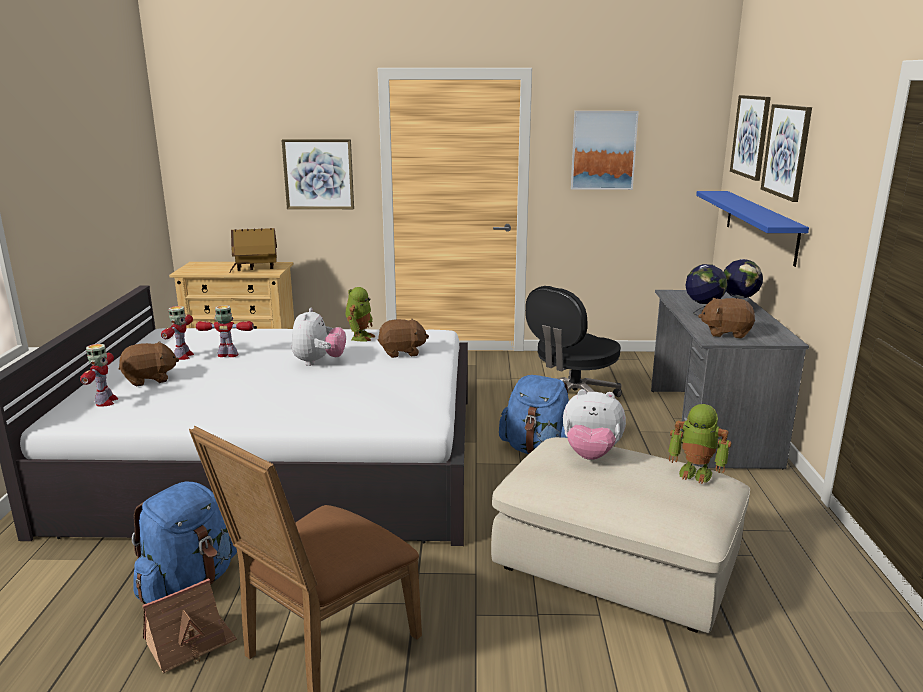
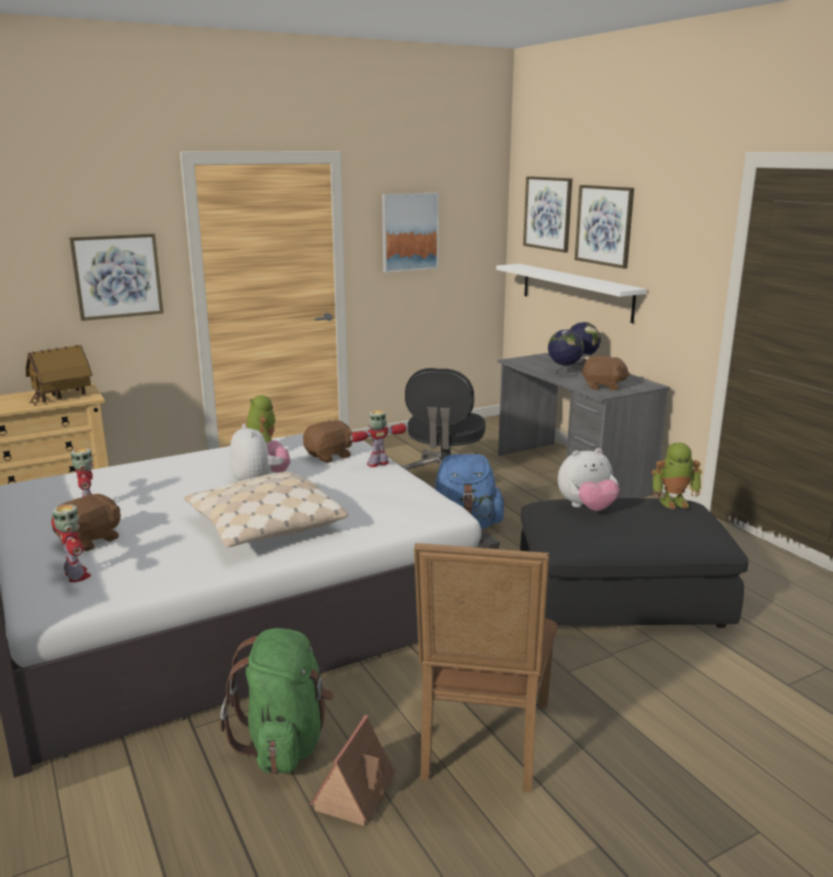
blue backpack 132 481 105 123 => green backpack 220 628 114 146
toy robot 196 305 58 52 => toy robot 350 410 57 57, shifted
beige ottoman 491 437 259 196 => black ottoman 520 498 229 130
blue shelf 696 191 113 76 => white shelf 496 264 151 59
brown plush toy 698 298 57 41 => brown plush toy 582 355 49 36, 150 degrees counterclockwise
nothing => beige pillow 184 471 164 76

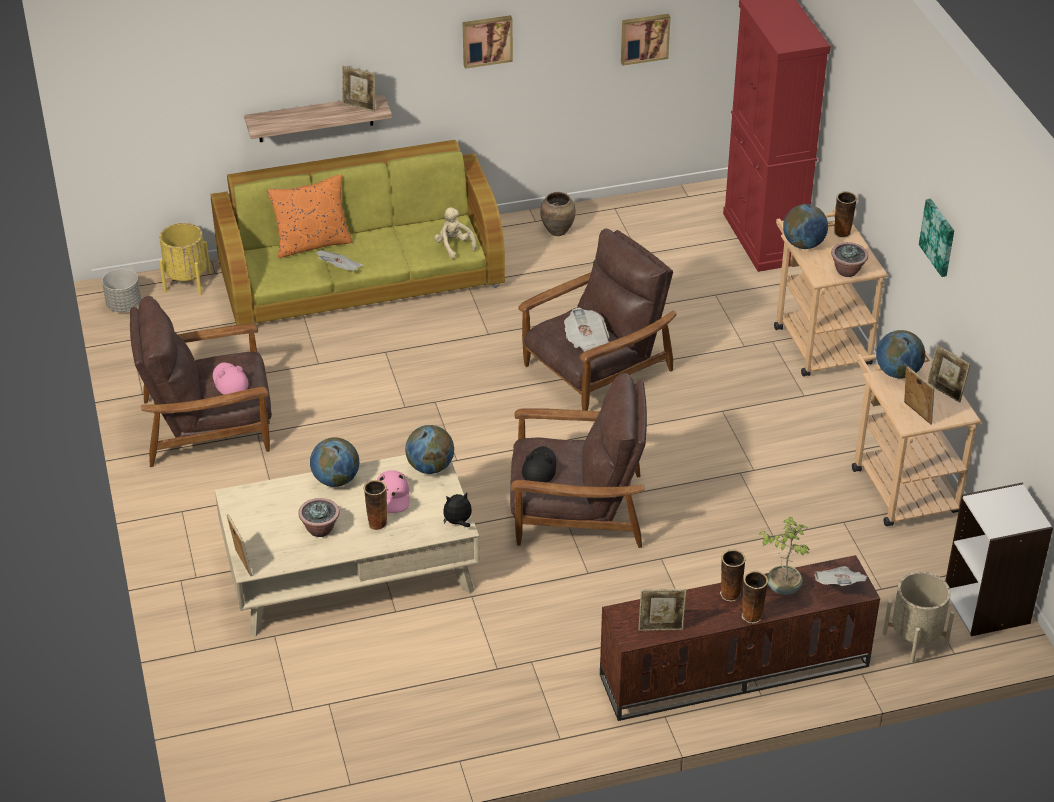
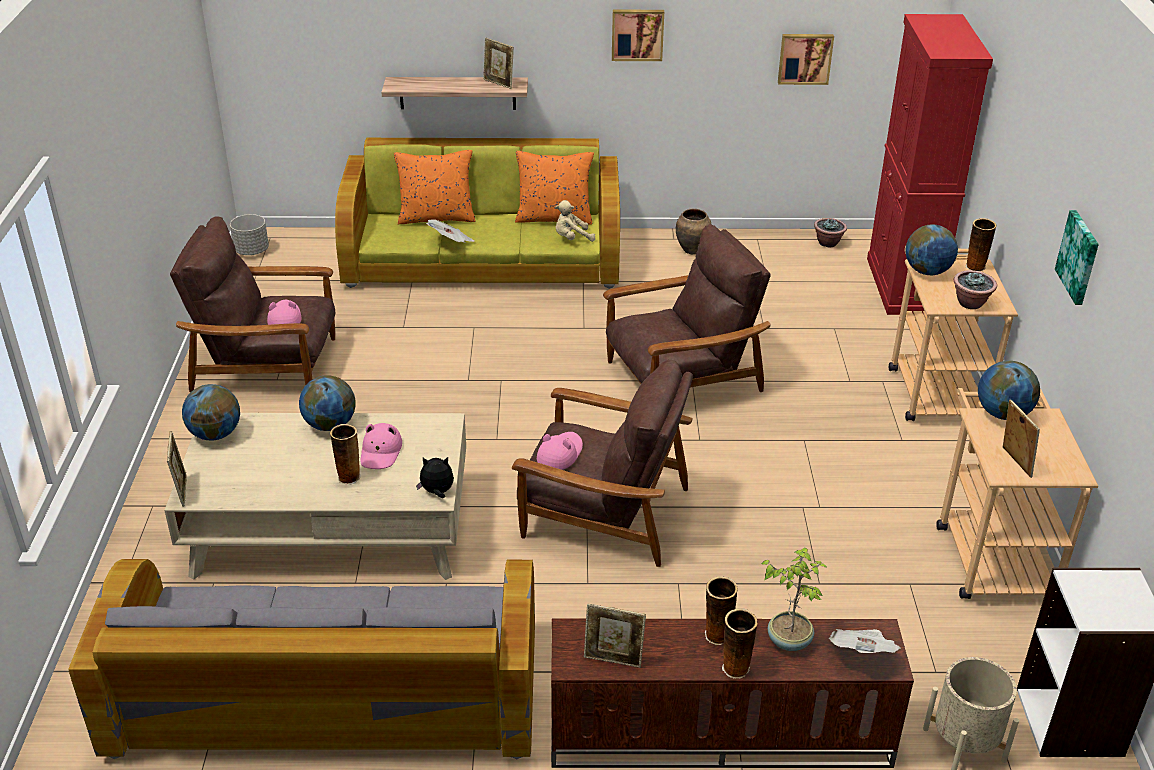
yellow planter 159 223 52 72 => nothing
potted plant 298 498 42 39 => potted plant 814 218 33 30, shifted
globe 405 425 49 49 => globe 182 384 58 56, shifted
beige plush toy 434 207 43 52 => beige plush toy 555 200 40 42, 90 degrees counterclockwise
black hat 522 446 34 37 => pink hat 537 432 46 38
newspaper 564 307 45 45 => nothing
picture frame 927 345 44 58 => nothing
nothing => grey sofa 68 559 467 201
nothing => orange pillow 515 151 79 74

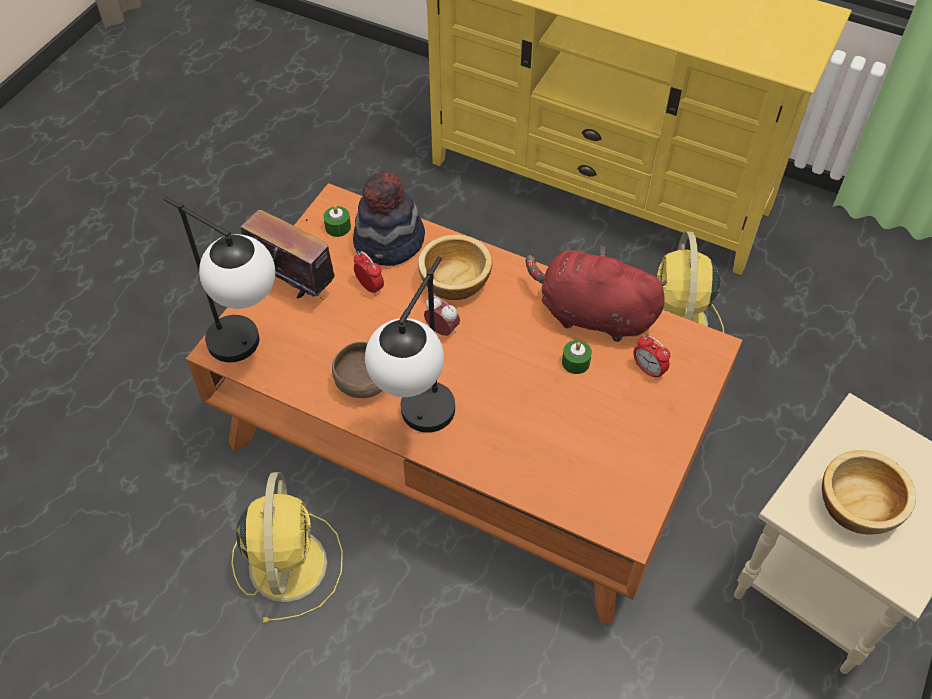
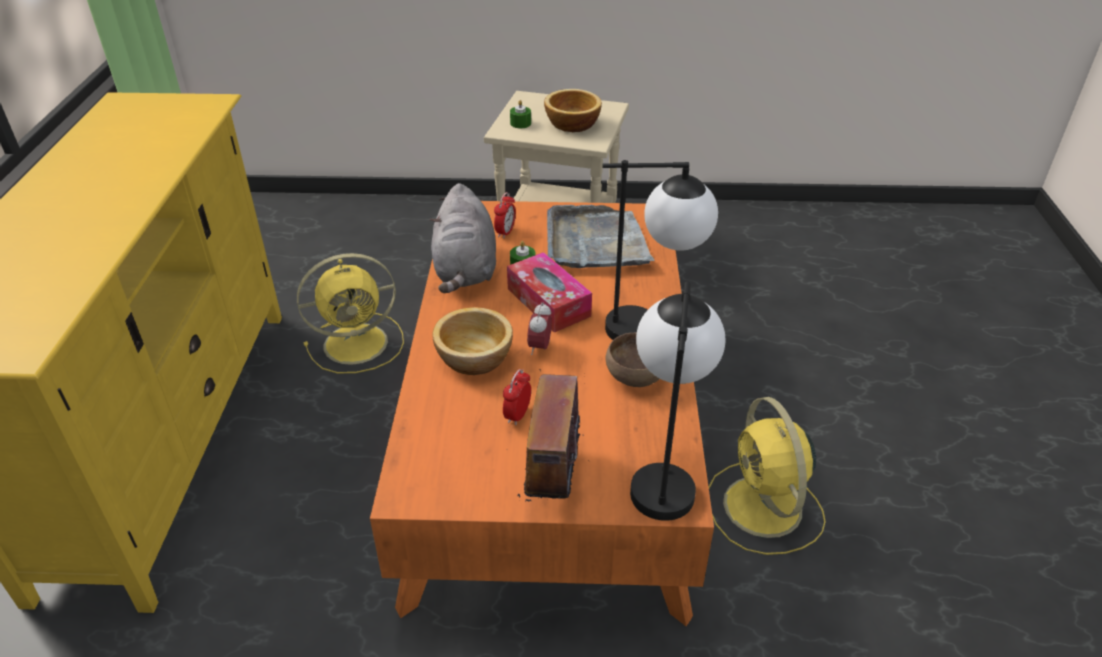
yellow fan 231 472 112 151 => yellow fan 709 397 117 158, 75 degrees counterclockwise
green candle 324 206 27 31 => green candle 510 100 21 28, shifted
hat 353 171 72 95 => nothing
red plush toy 526 245 141 97 => grey plush toy 430 183 66 110
nothing => tissue box 507 252 85 81
nothing => grey tray 547 205 107 63

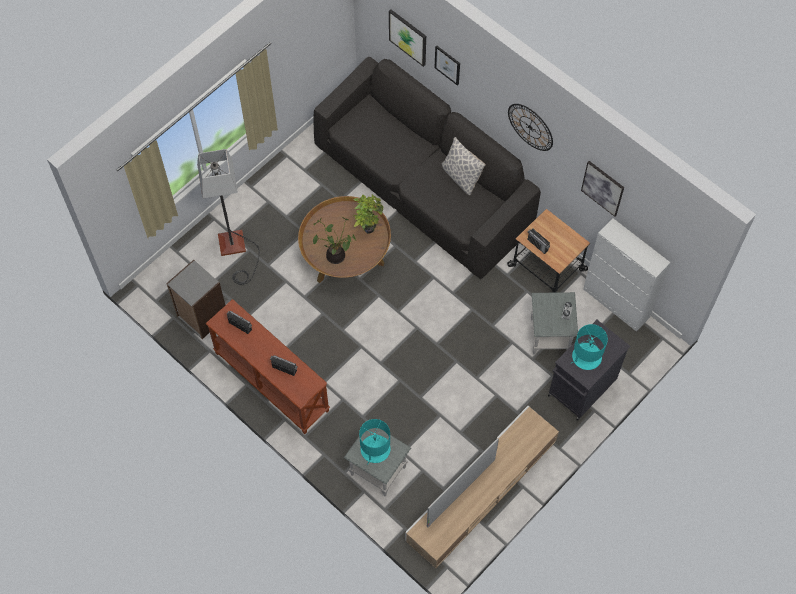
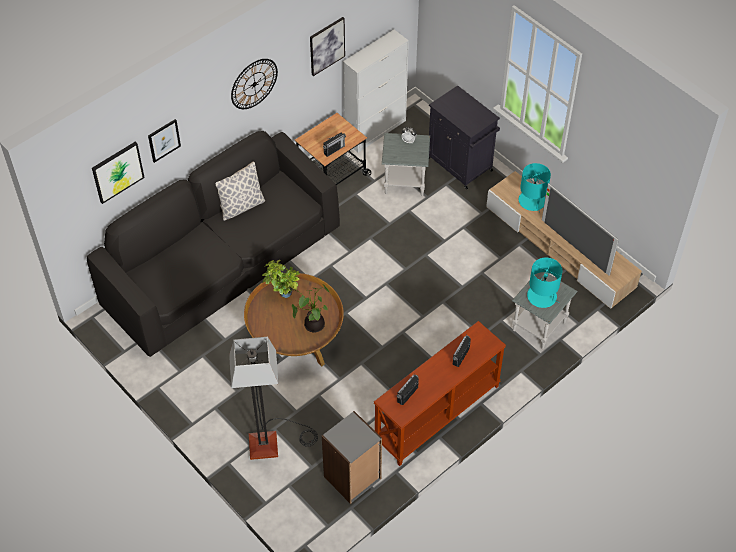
turquoise table lamp 572 324 36 46 => turquoise table lamp 519 163 32 49, shifted

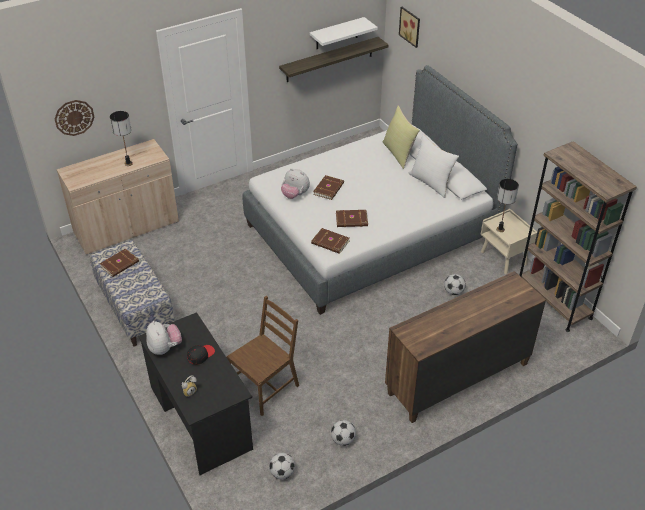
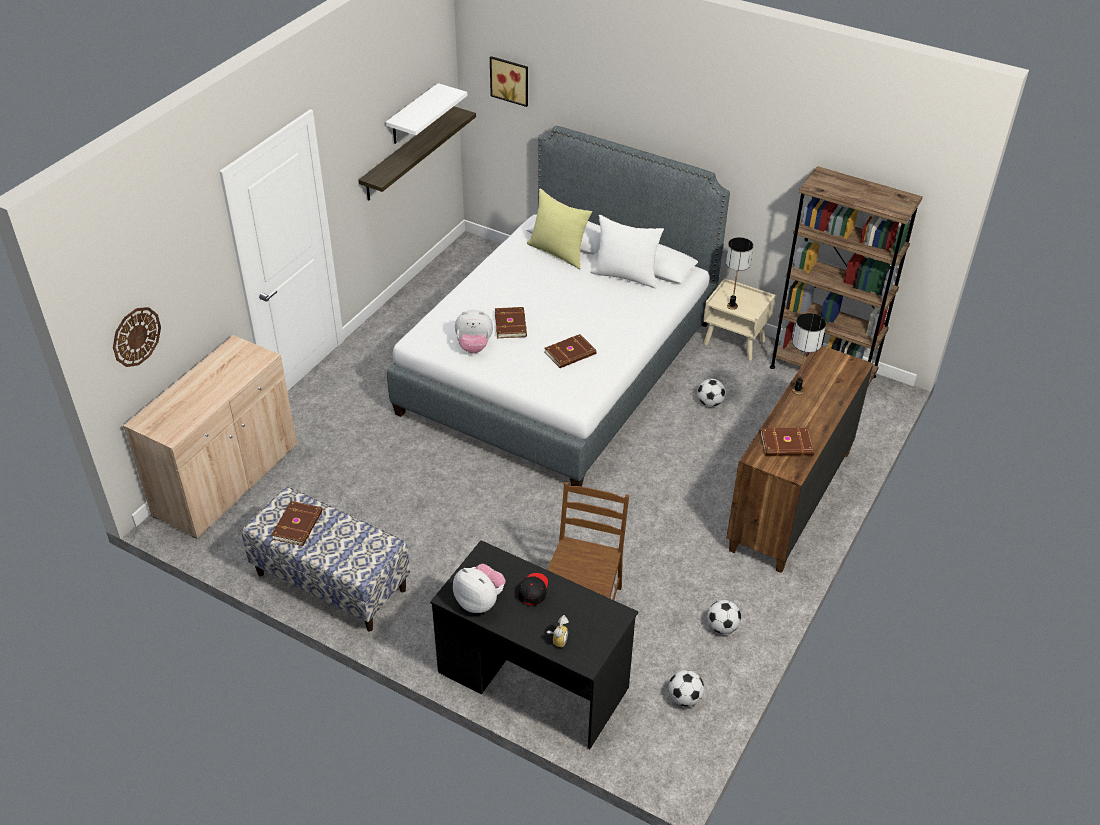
table lamp 110 111 23 55 => table lamp 792 313 34 82, shifted
brown book 311 228 39 26 => brown book 760 428 54 28, shifted

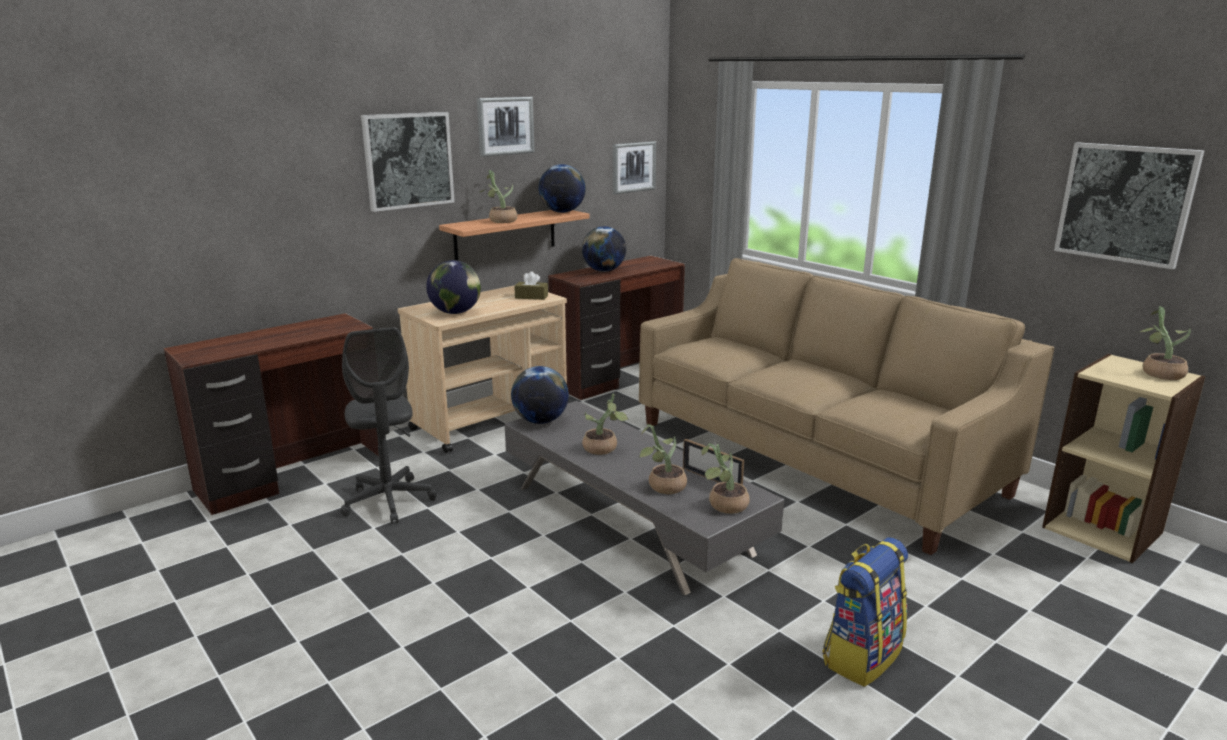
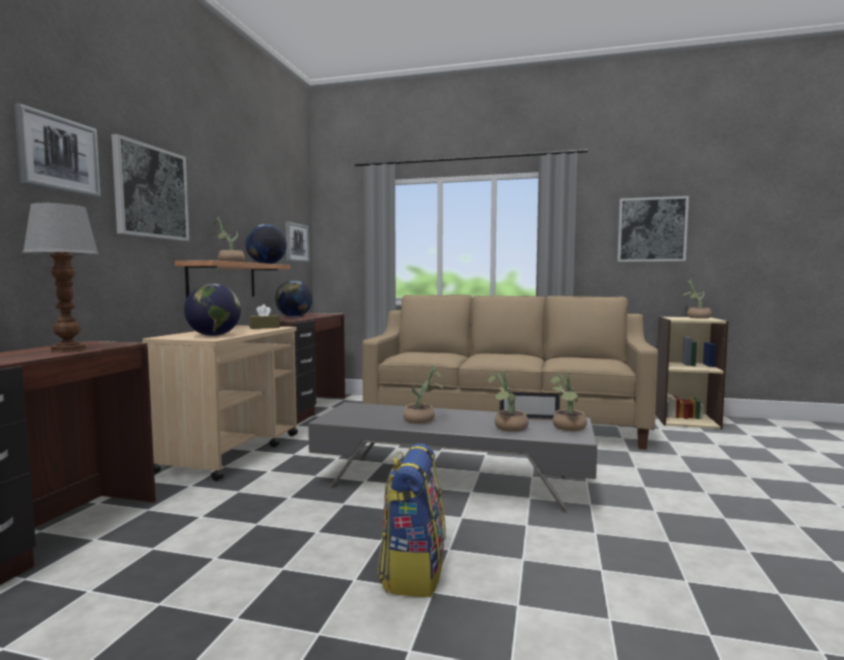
grey office chair 340 327 97 197 => nothing
picture 477 97 58 60 => picture 14 103 87 94, shifted
globe 511 366 58 58 => nothing
backpack 823 537 85 150 => backpack 378 443 68 154, shifted
nothing => table lamp 22 203 77 149

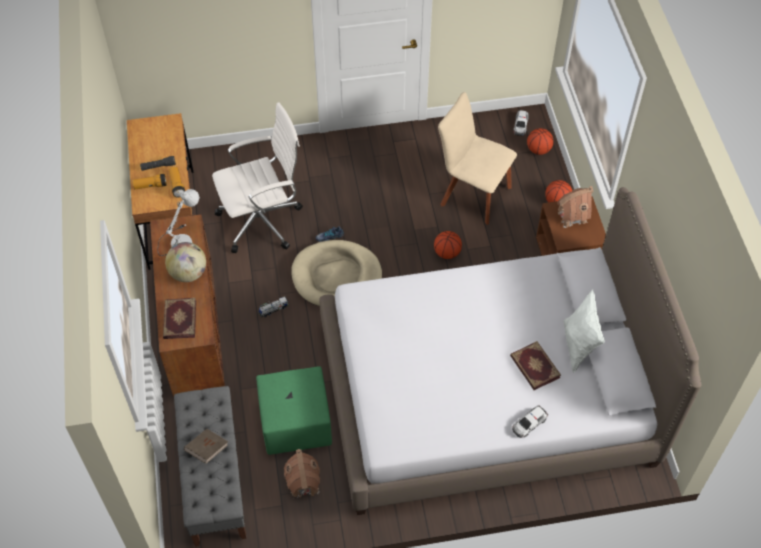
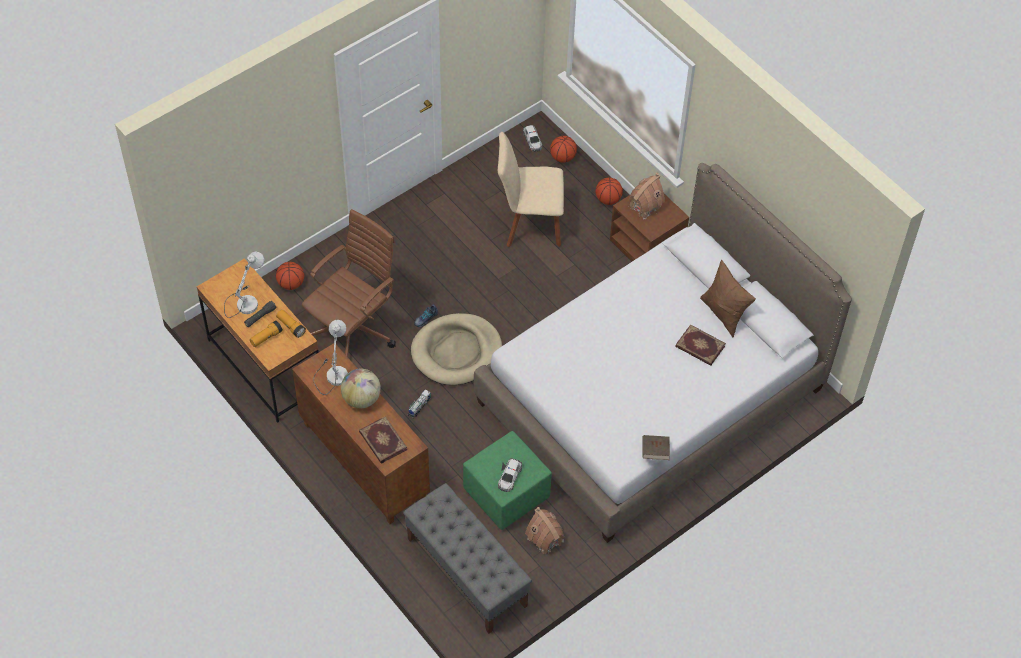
brown book 184 429 44 35 => brown book 642 435 28 25, shifted
white office chair 212 102 91 151 => brown office chair 302 209 94 148
basketball 434 231 28 28 => basketball 276 262 28 28, shifted
toy car 512 405 36 33 => toy car 498 458 24 34, shifted
white pillow 563 289 42 84 => brown pillow 700 260 56 77
nothing => white table lamp 224 251 41 67

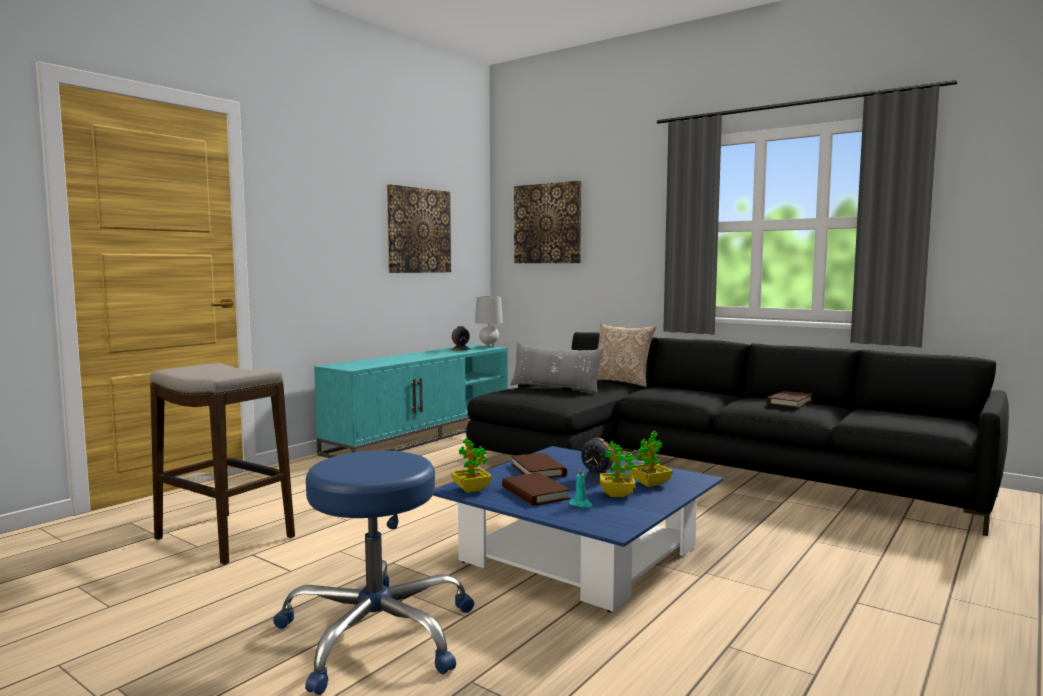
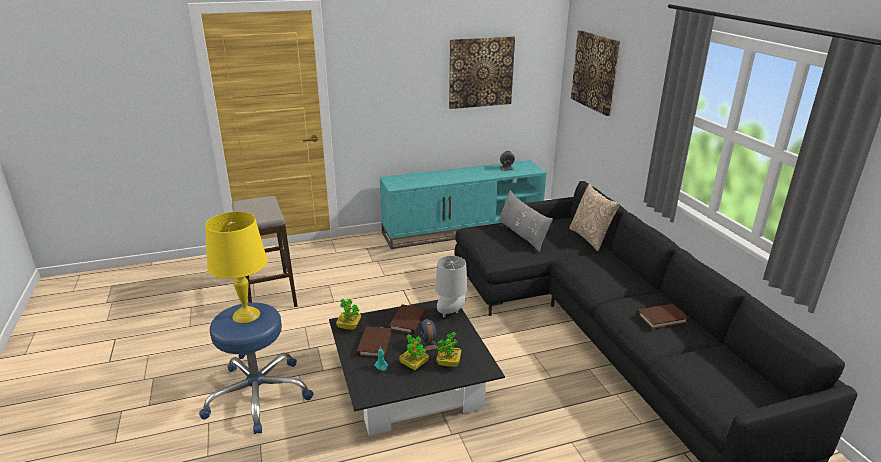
blue coffee table 433 446 290 166 => black coffee table 329 300 176 136
grey table lamp 475 296 28 52 => grey table lamp 435 256 33 61, shifted
nothing => yellow table lamp 205 212 63 111

